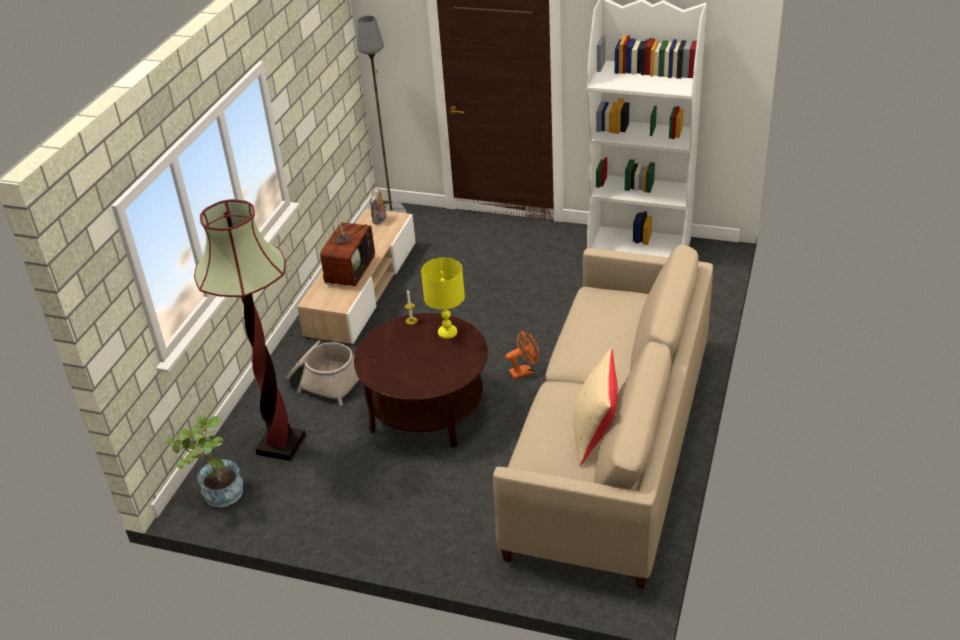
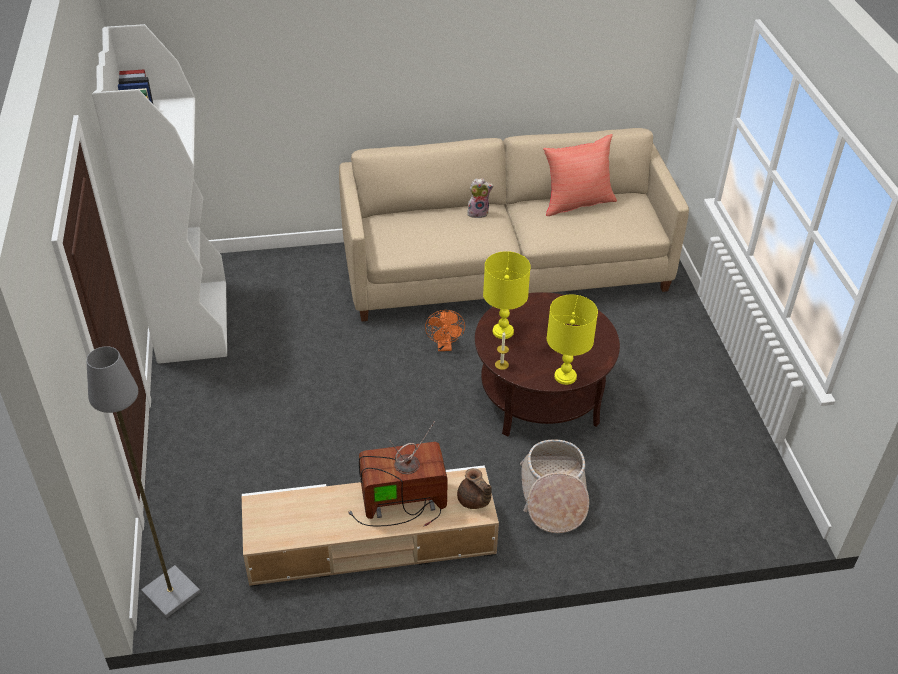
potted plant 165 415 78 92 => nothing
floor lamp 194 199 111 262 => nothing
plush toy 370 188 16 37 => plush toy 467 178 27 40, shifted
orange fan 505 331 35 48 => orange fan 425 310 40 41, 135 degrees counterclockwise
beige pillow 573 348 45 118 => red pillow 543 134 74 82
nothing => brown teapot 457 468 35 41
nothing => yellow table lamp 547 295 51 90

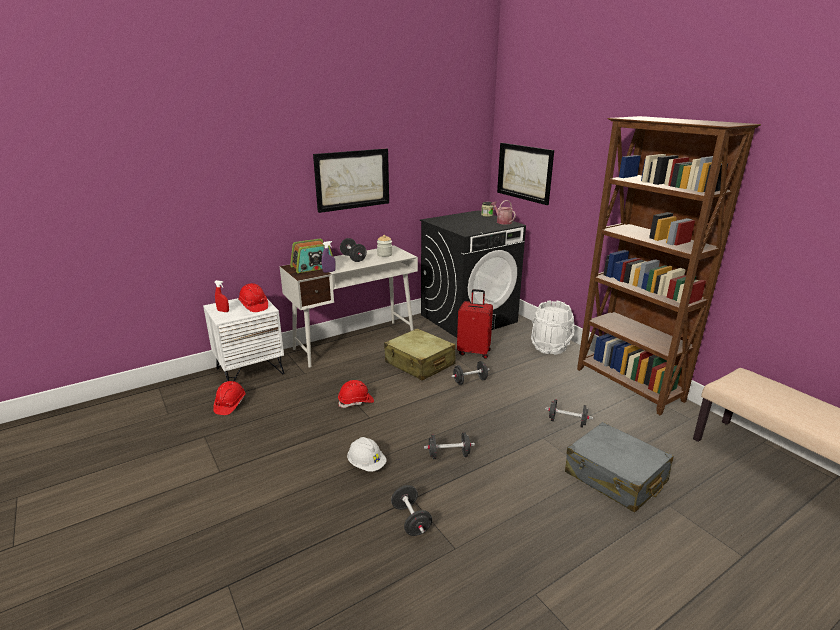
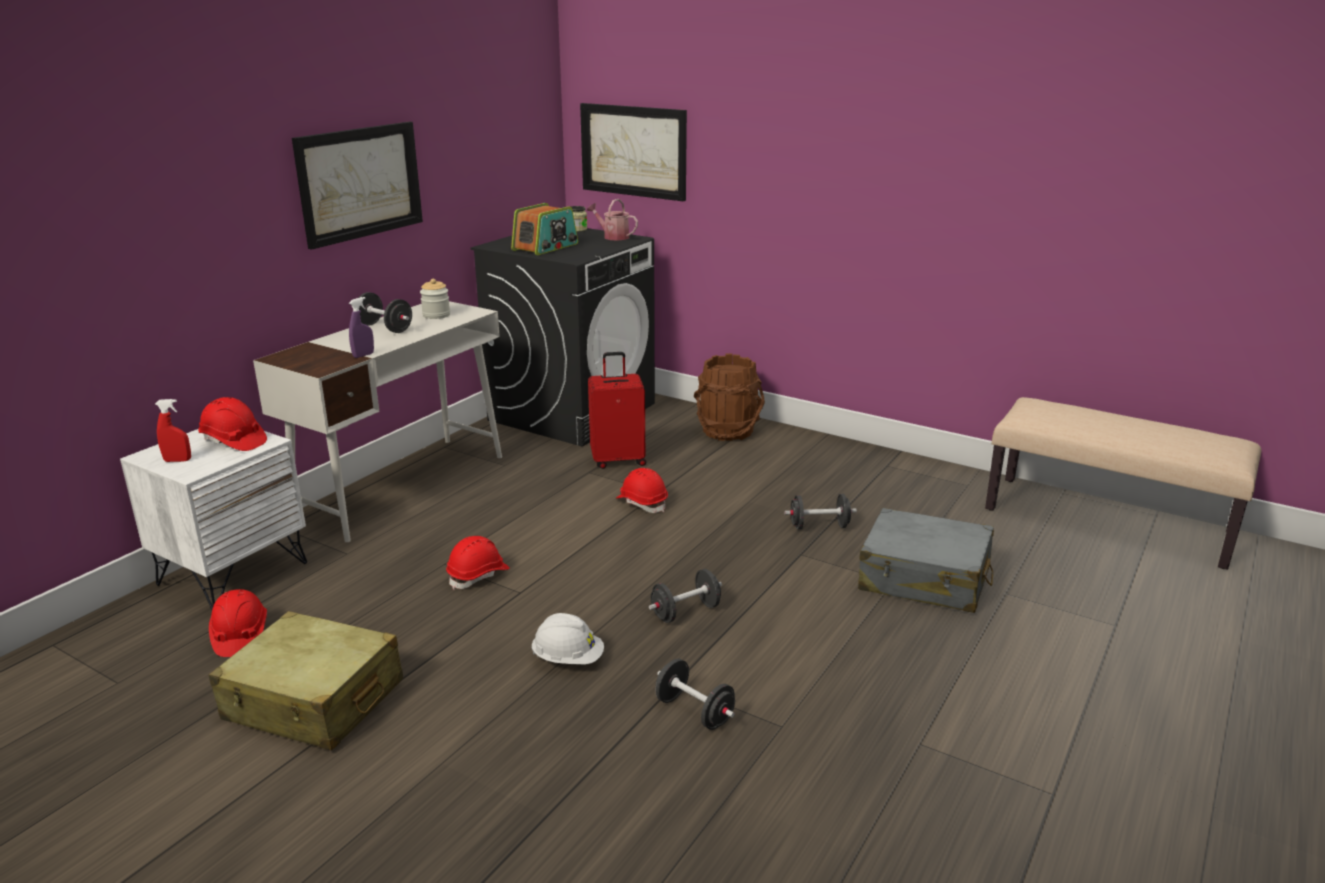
radio 290 239 42 34 => radio 511 203 67 52, shifted
beige suitcase 384 328 72 52 => beige suitcase 209 611 194 140, shifted
black dumbbell 451 361 38 24 => red hard hat 616 468 52 45
white bucket 531 301 43 54 => brown bucket 694 353 71 88
brown bookcase 577 116 184 299 => nothing

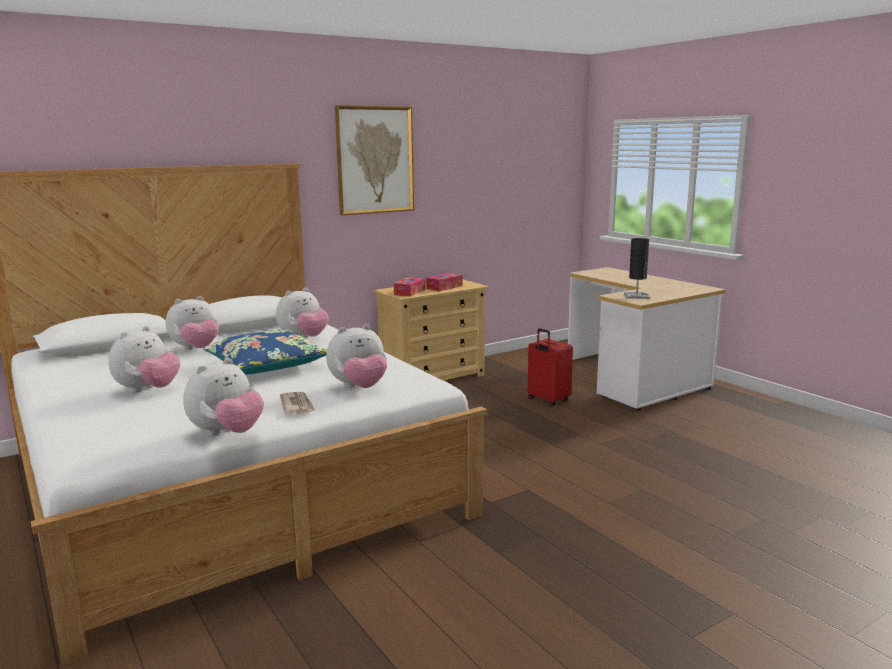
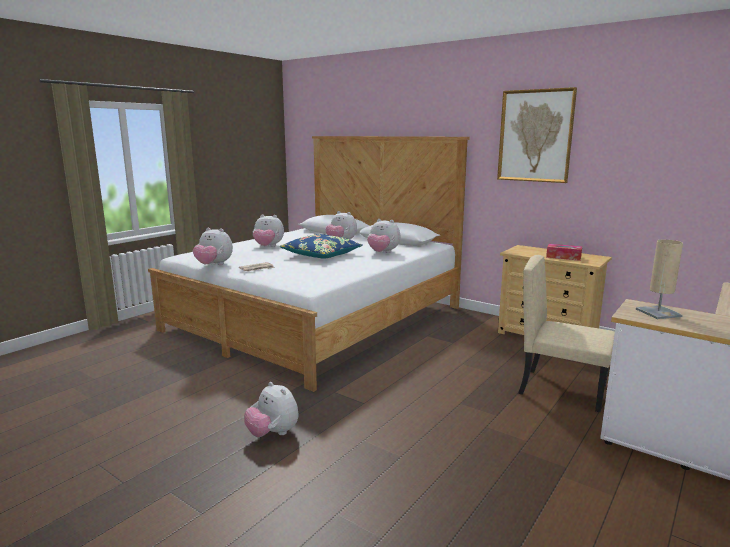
plush toy 326 324 61 64 => plush toy 244 382 54 55, shifted
tissue box 394 277 31 20 => nothing
red suitcase 528 328 45 78 => beige chair 518 255 97 157
black table lamp 624 238 26 61 => beige table lamp 636 240 47 79

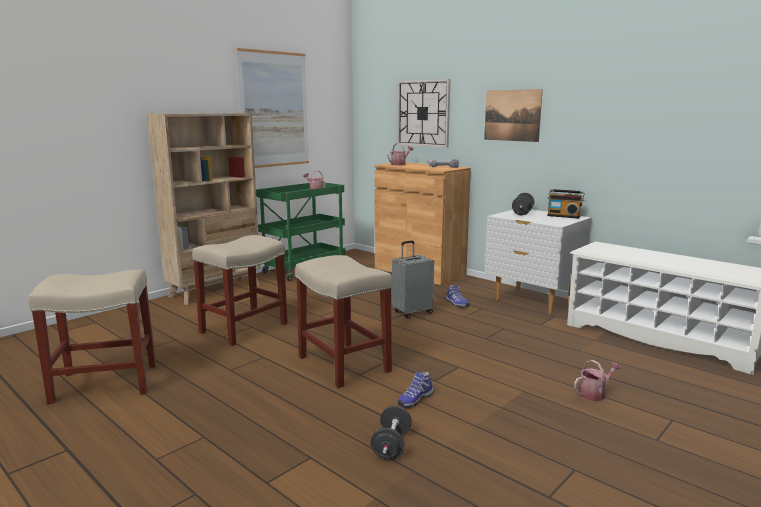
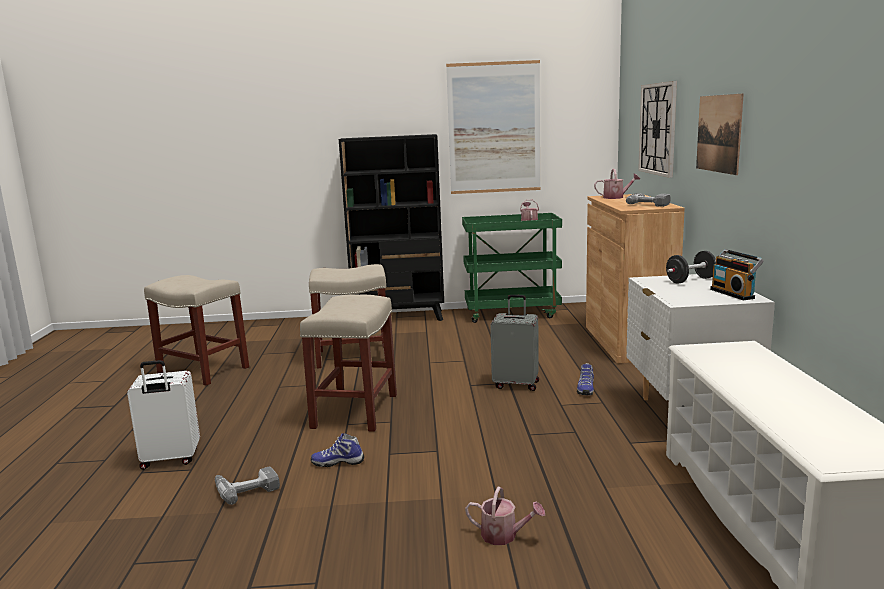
beige bookcase 147 113 113 192 => black bookcase 339 134 105 187
black dumbbell 371 406 41 54 => power drill 215 466 65 39
nothing => white suitcase 127 360 73 110

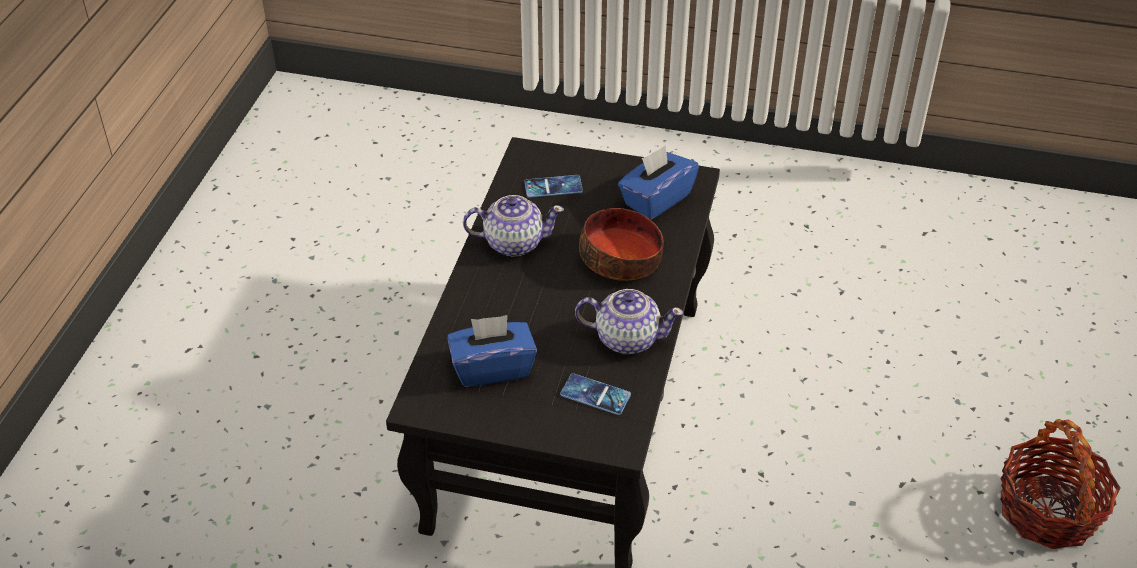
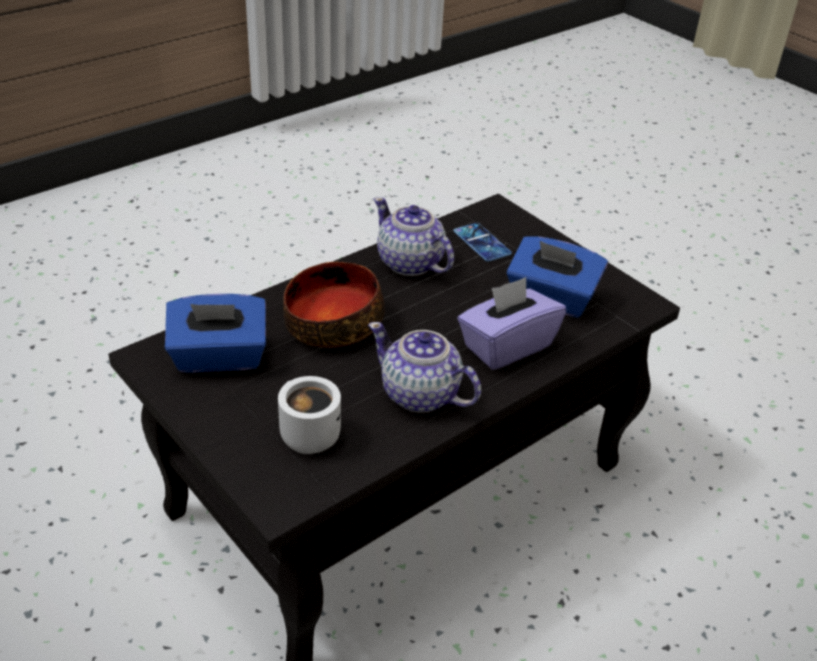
phone 525 175 58 23 => white mug 278 376 63 78
basket 1000 419 120 130 => nothing
nothing => purple tissue box 457 277 109 93

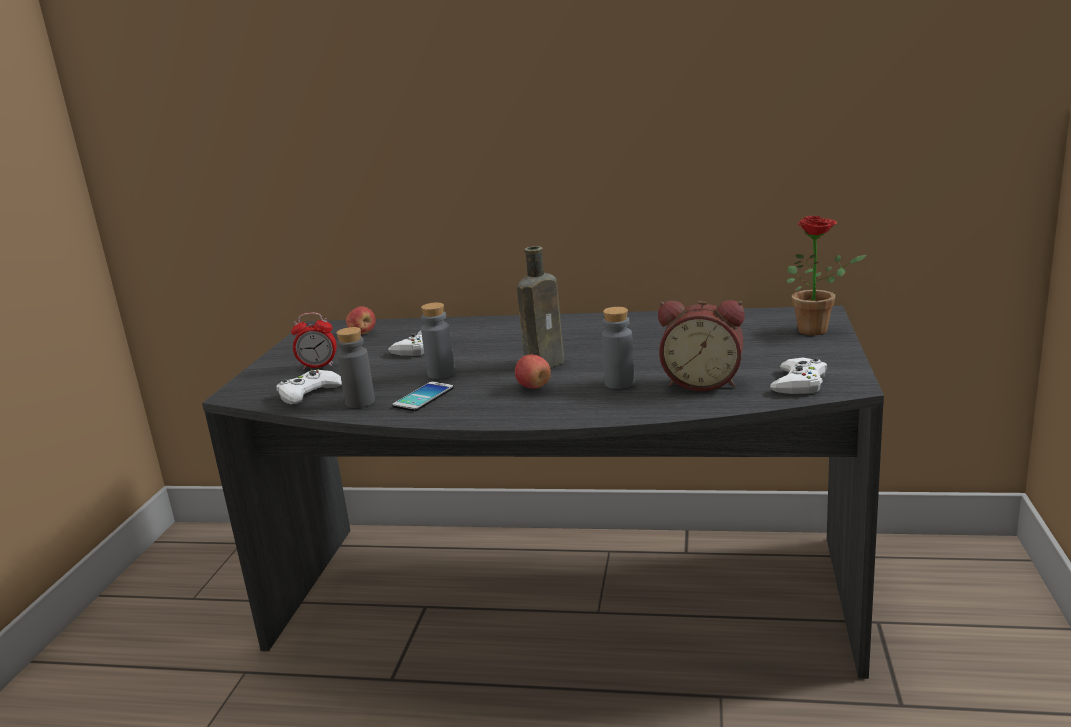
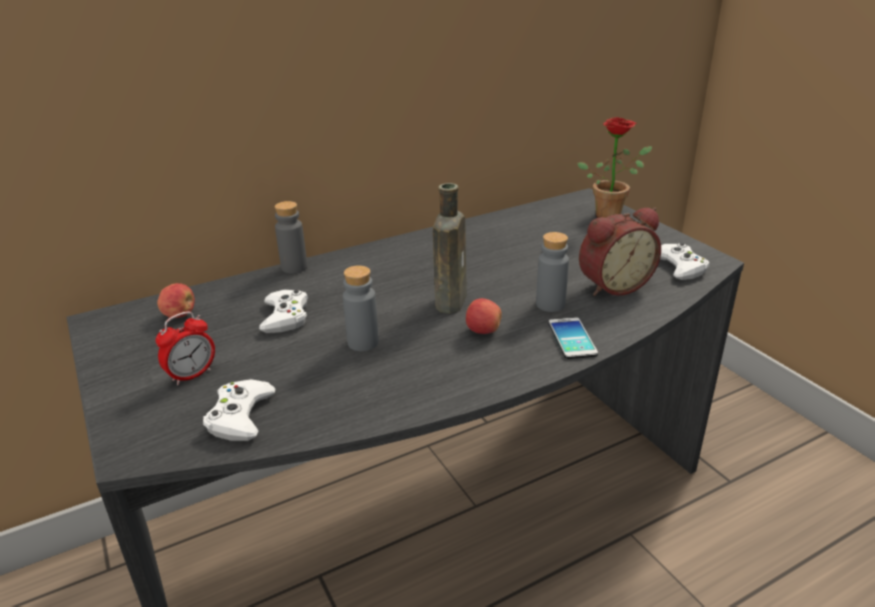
grey bottle 336 327 39 81 => grey bottle 275 201 32 72, shifted
phone 392 382 62 29 => phone 548 317 50 42, shifted

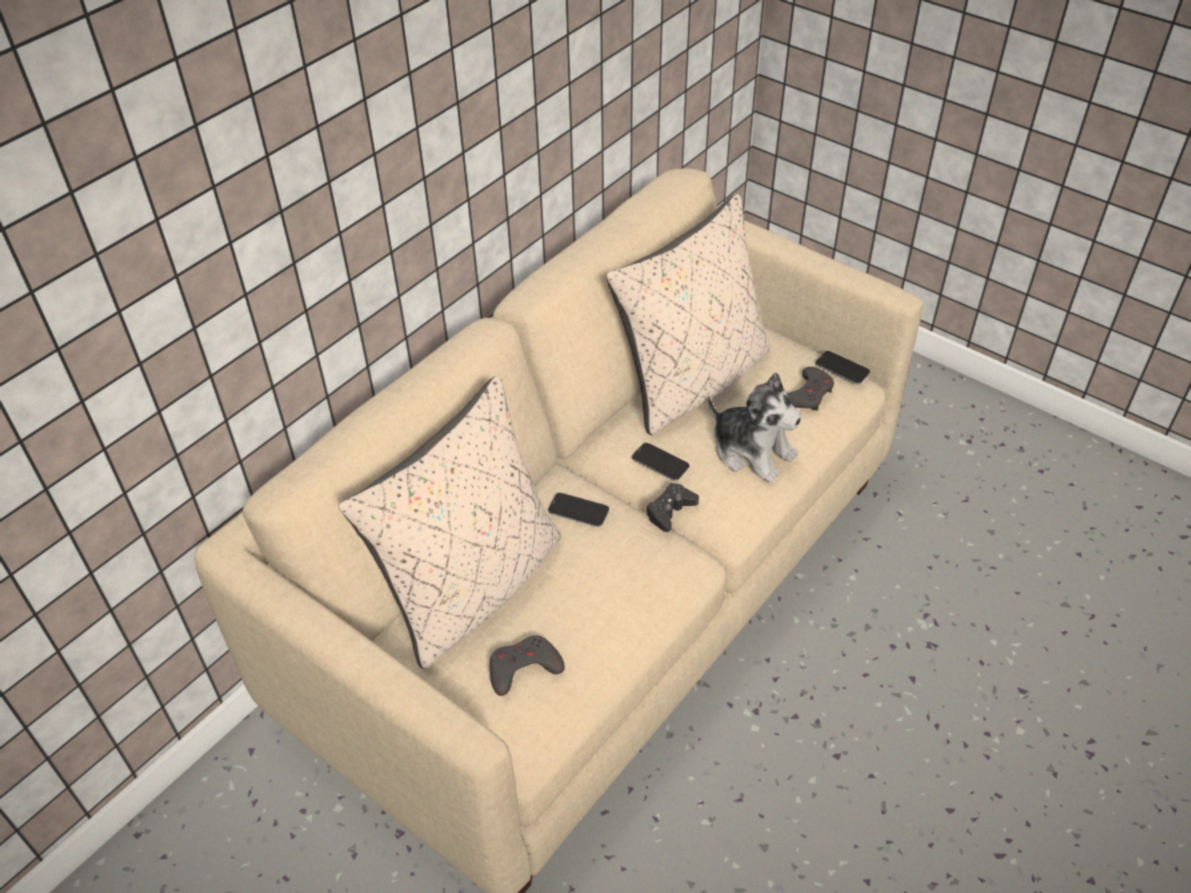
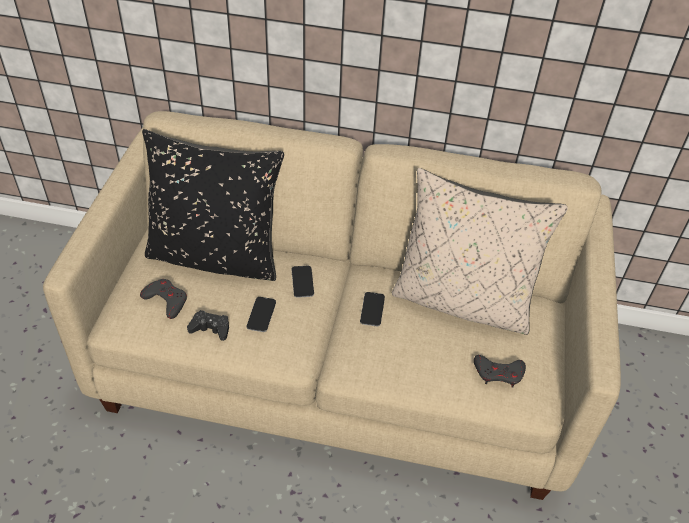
beige pillow 339 376 222 293 => black pillow 142 129 142 152
black game controller 646 483 53 49 => black game controller 187 310 42 31, shifted
plush toy 708 373 94 110 => nothing
phone 815 351 55 34 => phone 246 297 30 35, shifted

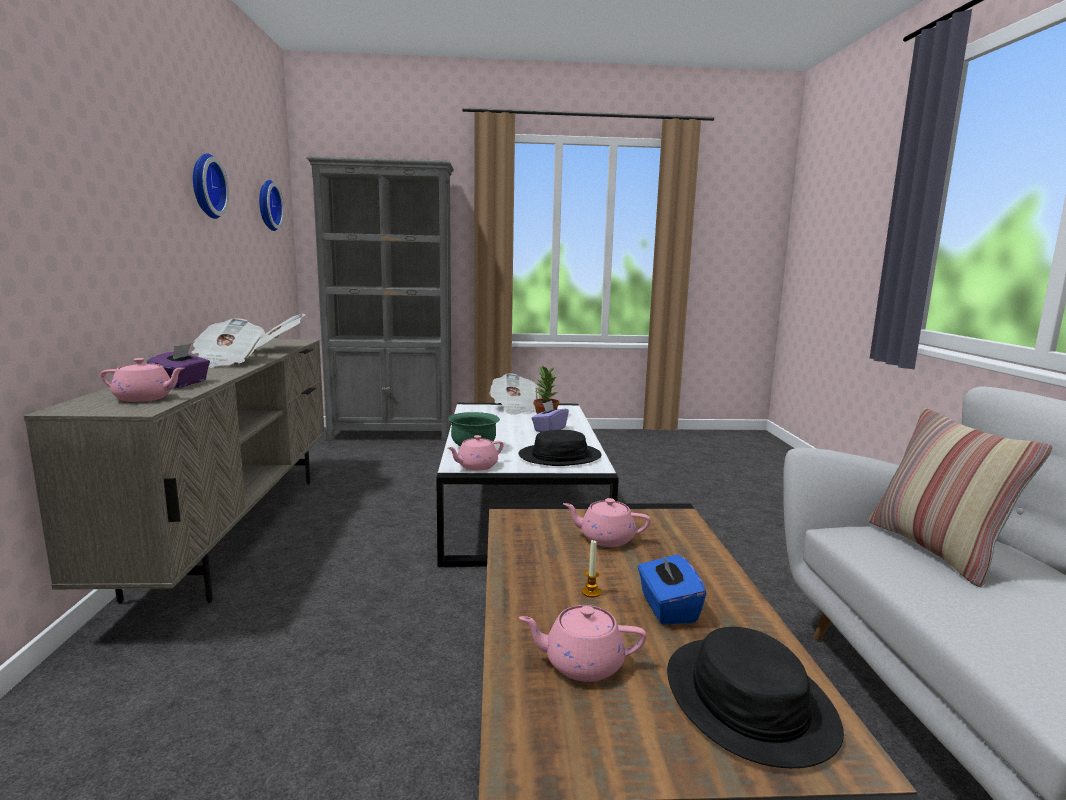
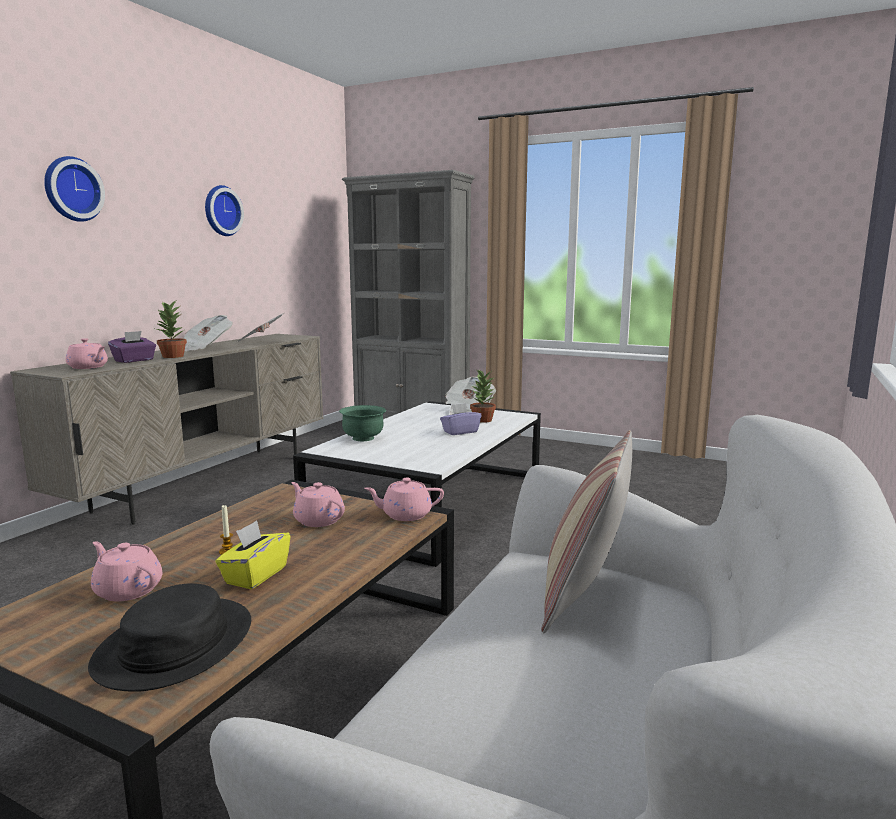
wall clock 259 180 25 51 => wall clock 44 156 61 66, shifted
pink teapot 448 435 56 36 => pink teapot 364 478 80 43, shifted
black hat 519 430 83 36 => nothing
blue tissue box 638 551 68 74 => yellow tissue box 215 520 76 69
nothing => potted plant 156 301 31 57

